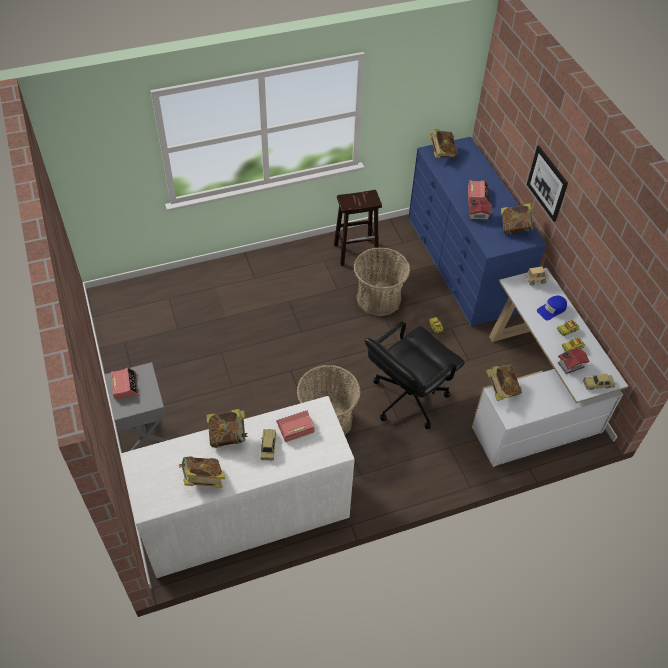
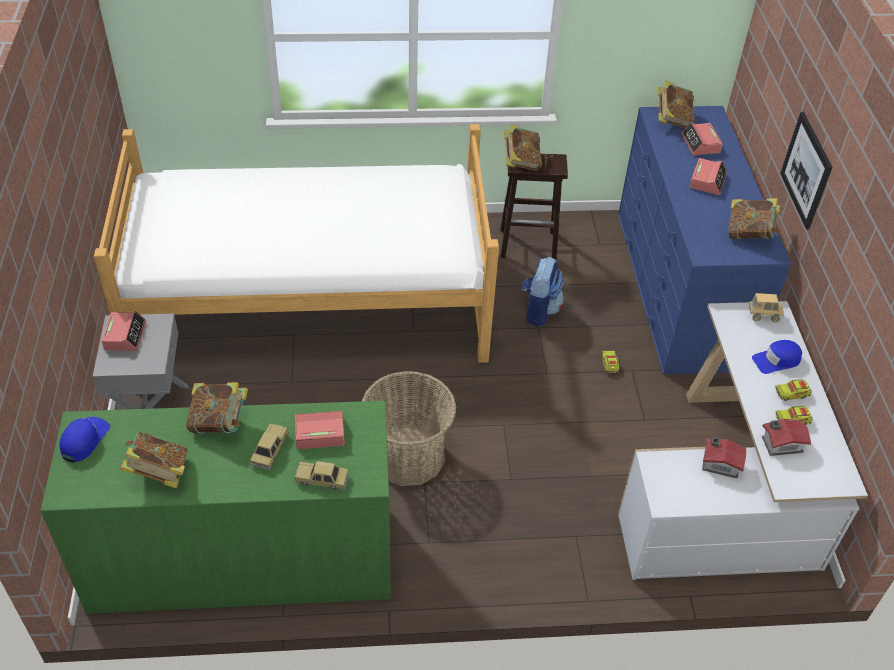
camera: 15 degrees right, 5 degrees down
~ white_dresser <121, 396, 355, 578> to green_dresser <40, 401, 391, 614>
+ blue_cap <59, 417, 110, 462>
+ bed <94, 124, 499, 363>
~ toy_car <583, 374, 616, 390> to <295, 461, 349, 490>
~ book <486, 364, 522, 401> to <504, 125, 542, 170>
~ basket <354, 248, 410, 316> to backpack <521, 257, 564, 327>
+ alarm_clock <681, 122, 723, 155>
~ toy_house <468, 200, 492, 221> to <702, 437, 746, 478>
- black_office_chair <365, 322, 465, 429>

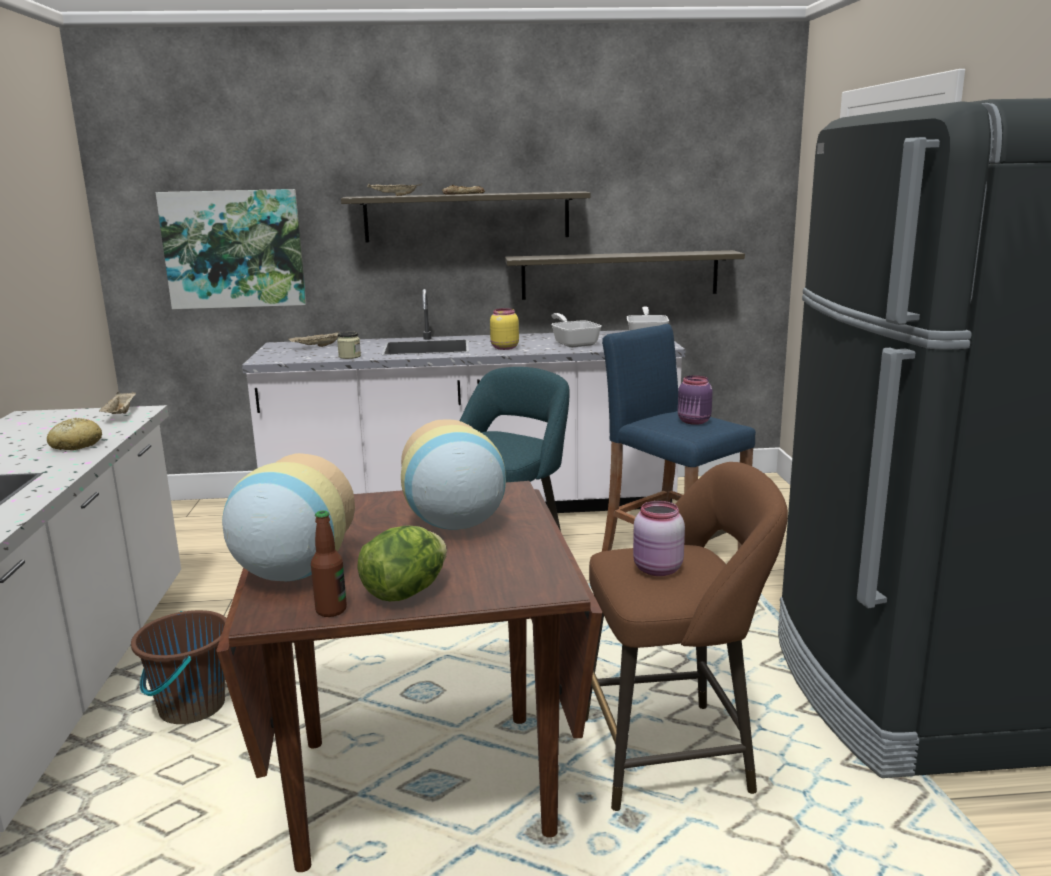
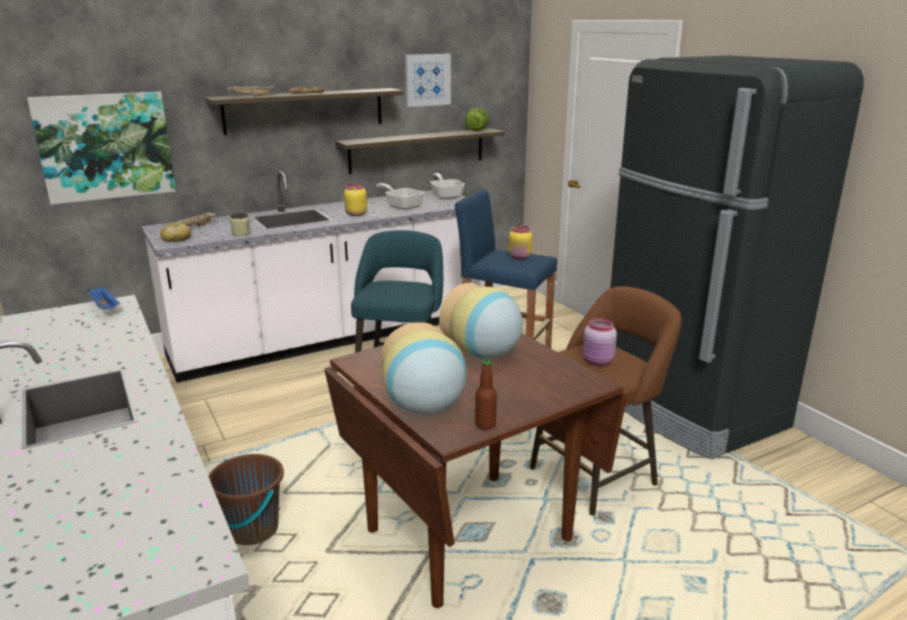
camera: 25 degrees left, 5 degrees up
~ beige_tray <99, 392, 136, 414> to blue_tray <88, 287, 120, 309>
~ bread <47, 418, 102, 450> to <160, 222, 191, 242>
+ picture <405, 54, 451, 107>
~ lettuce <357, 526, 447, 601> to <465, 108, 489, 131>
~ purple_jar <678, 375, 713, 425> to yellow_jar <509, 225, 532, 260>

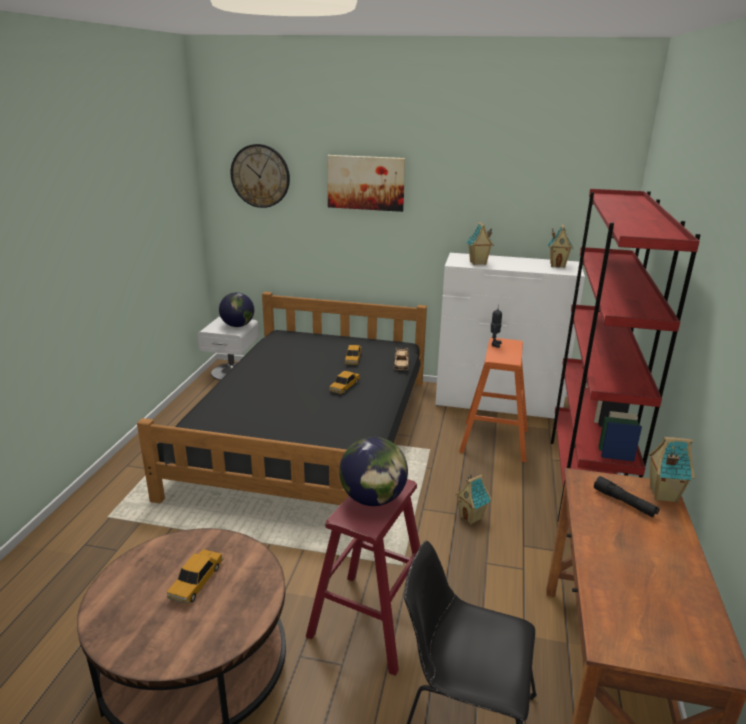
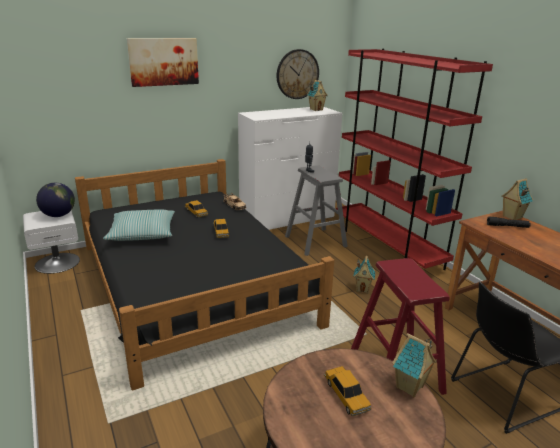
camera: 40 degrees left, 0 degrees up
+ pillow <103, 210, 175, 241>
~ wall_clock <230, 144, 290, 208> to <277, 49, 319, 99>
~ orange_stool <459, 338, 528, 462> to grey_stool <285, 165, 348, 256>
~ toy_house <466, 222, 494, 265> to <392, 333, 436, 397>
- globe <339, 437, 408, 506>

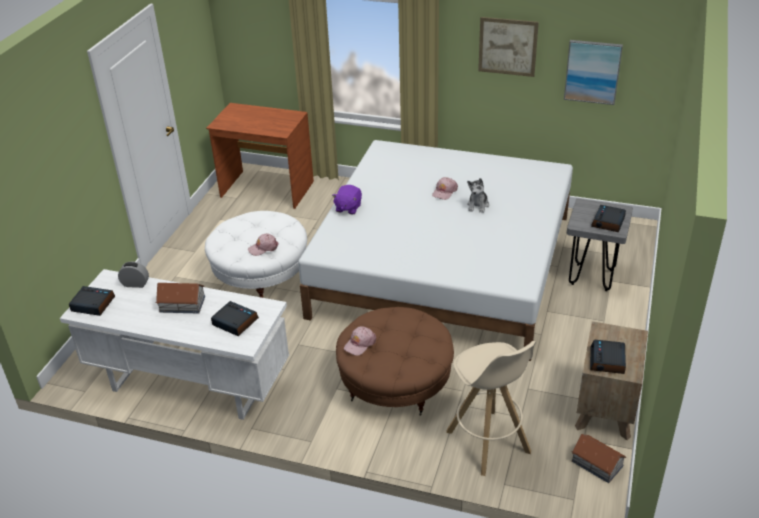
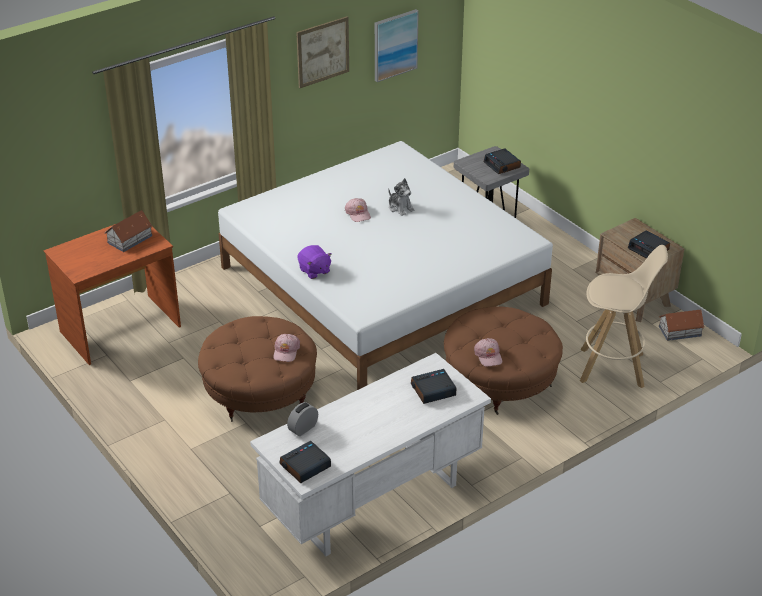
camera: 55 degrees left, 0 degrees up
~ toy_house <156, 283, 205, 314> to <105, 210, 152, 252>
~ white_ottoman <205, 211, 307, 298> to brown_ottoman <198, 316, 317, 422>

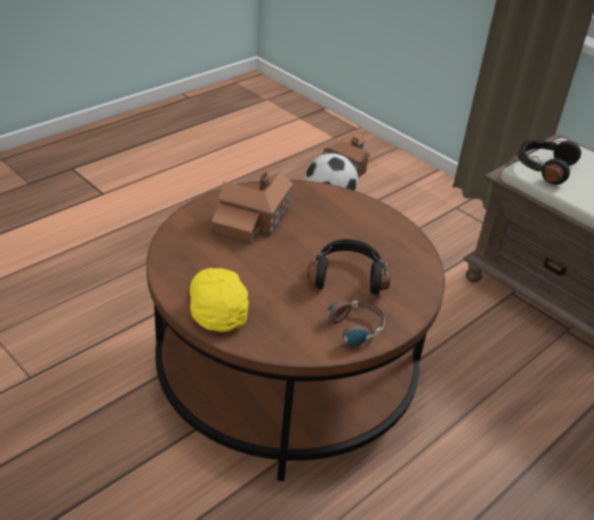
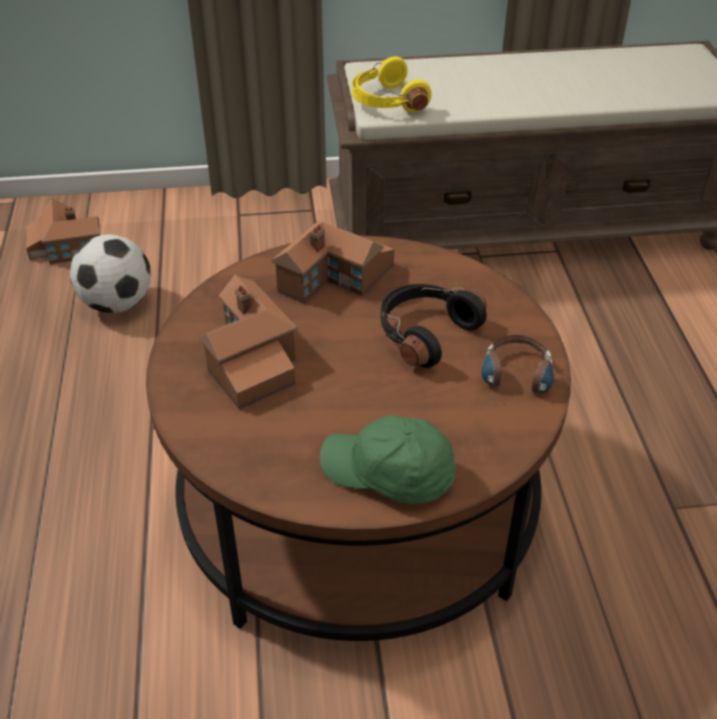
camera: 50 degrees left, 5 degrees up
+ toy_house <272, 221, 394, 303>
~ yellow_cap <190, 268, 249, 332> to green_cap <320, 415, 456, 504>
~ black_headphones <518, 140, 581, 185> to yellow_headphones <352, 56, 432, 112>

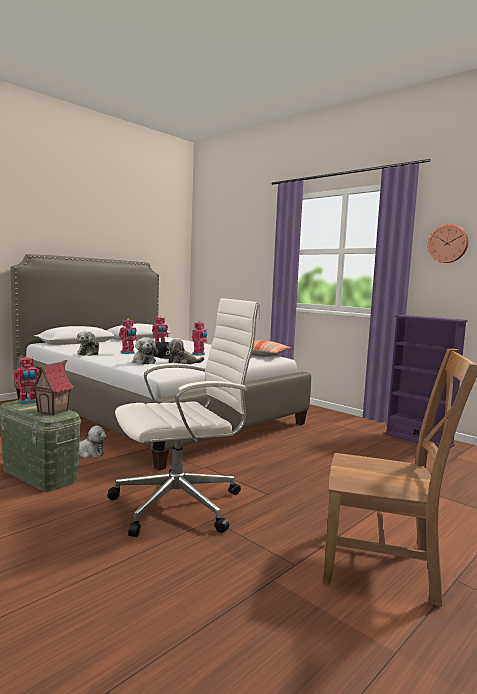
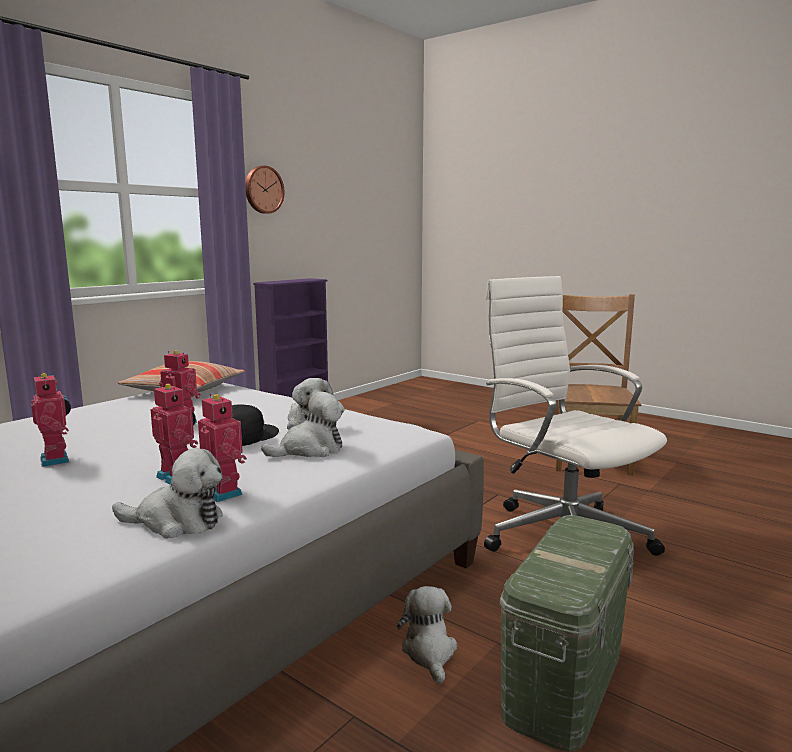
camera: 95 degrees left, 5 degrees up
~ toy_robot <14, 356, 39, 404> to <198, 394, 247, 502>
- toy_house <30, 360, 74, 415>

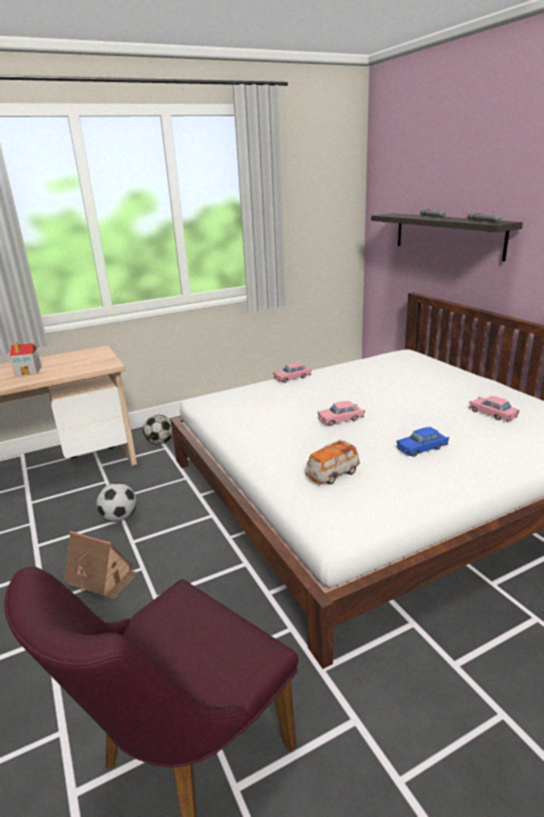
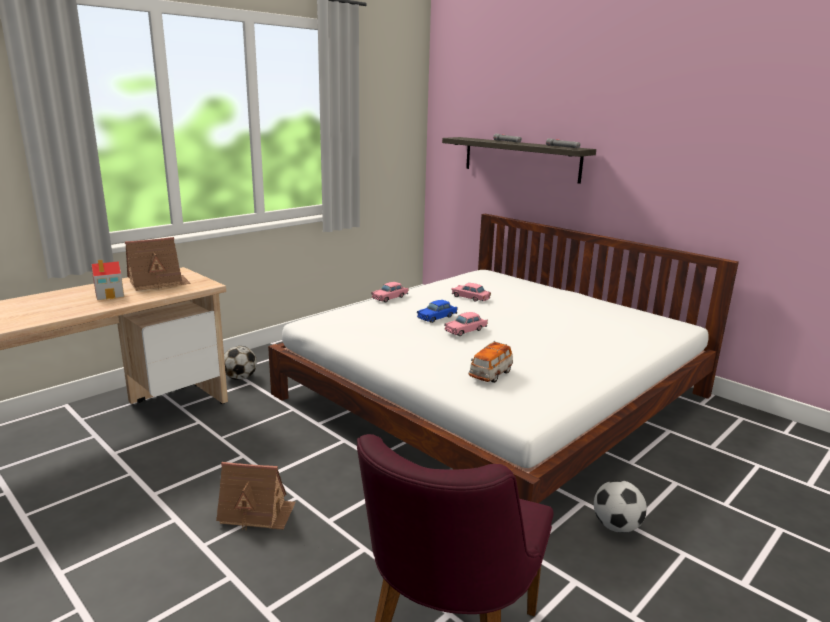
camera: 20 degrees left, 5 degrees down
+ toy_house <125, 237, 191, 291>
~ blue_toy_car <396, 427, 449, 457> to <417, 300, 458, 323>
~ pink_toy_car <469, 396, 519, 421> to <451, 283, 491, 302>
~ football <97, 483, 136, 522> to <594, 480, 647, 533>

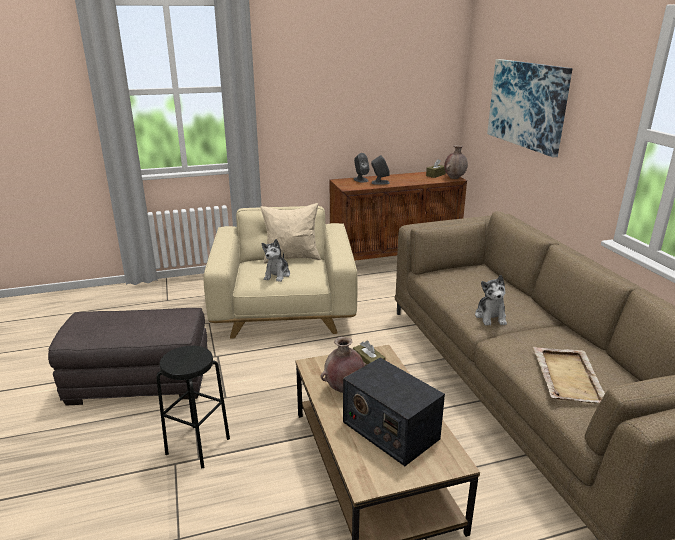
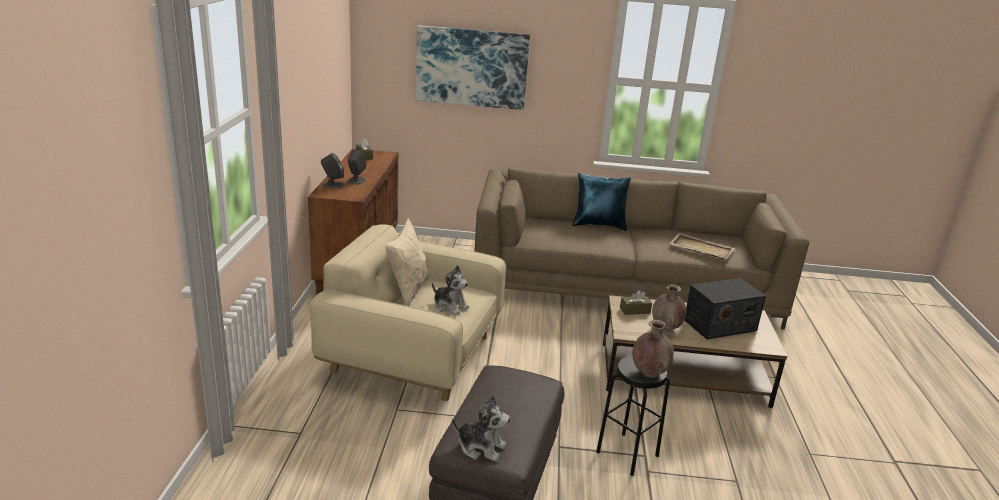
camera: 70 degrees left, 0 degrees up
~ plush_toy <475, 275, 507, 326> to <452, 395, 510, 462>
+ blue_pillow <572, 173, 631, 231>
~ brown_vase <444, 145, 468, 179> to <632, 320, 674, 378>

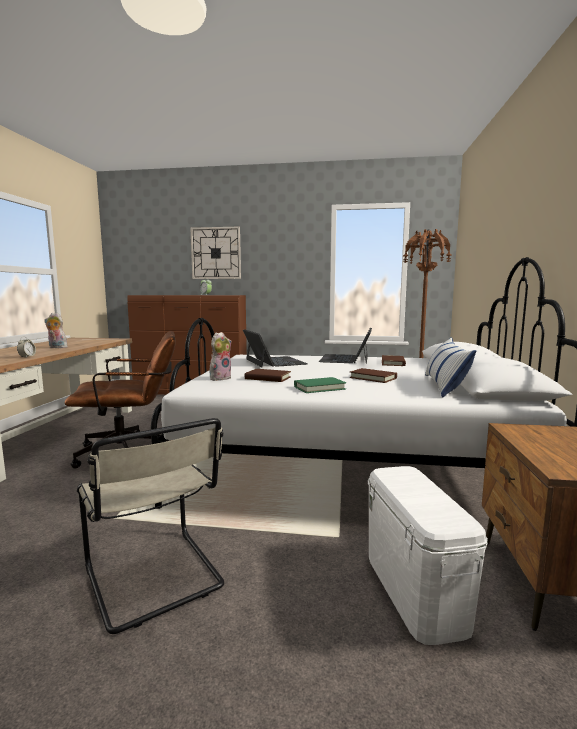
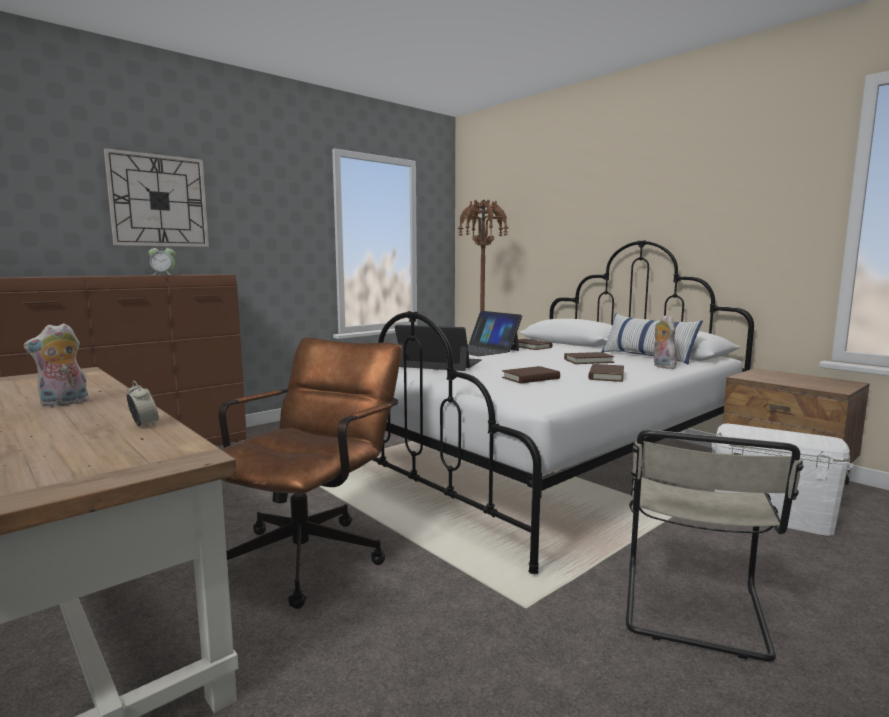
camera: 50 degrees left, 0 degrees up
~ green_book <294, 377, 346, 393> to brown_book <588, 364, 624, 382>
~ beige_chair <77, 418, 224, 634> = <626, 430, 804, 662> 105 degrees clockwise
~ plush_toy <210, 332, 231, 381> to <654, 315, 677, 369>

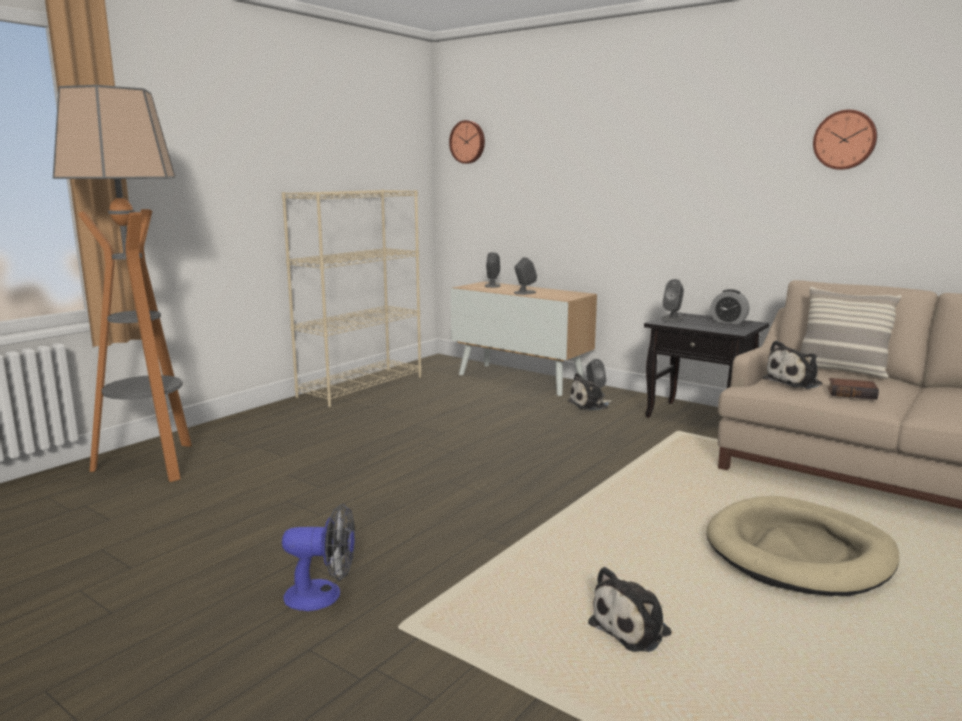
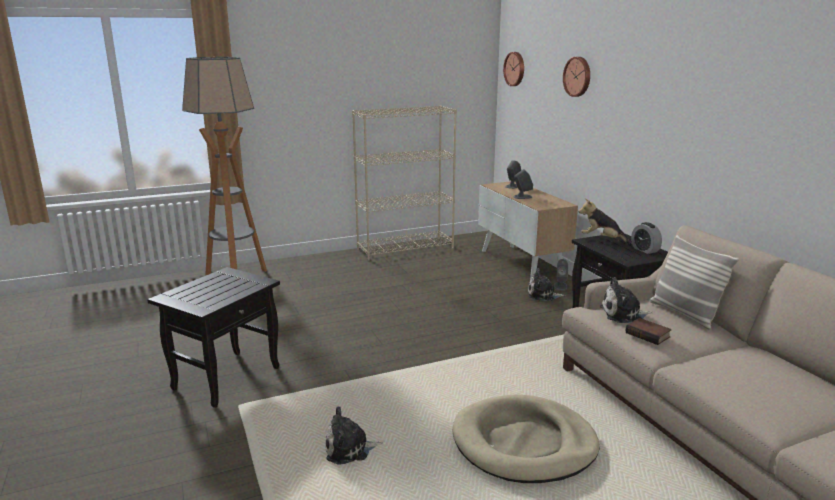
camera: 30 degrees right, 5 degrees up
~ fan <282, 504, 355, 611> to black_side_table <147, 267, 280, 408>
~ wall_clock <813, 110, 877, 170> to <563, 57, 590, 97>
~ grey_speaker <662, 279, 684, 322> to plush_toy <579, 198, 632, 244>

